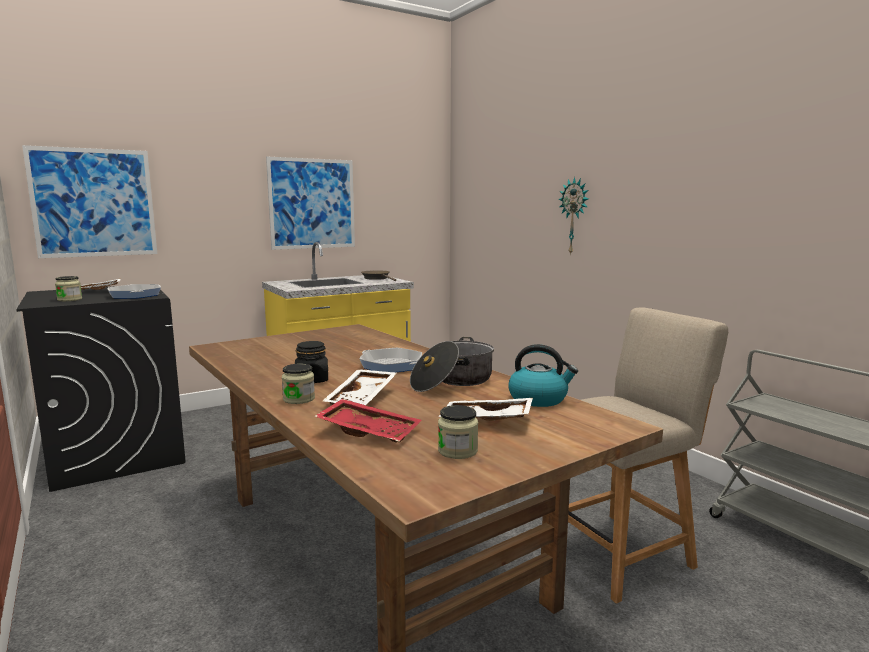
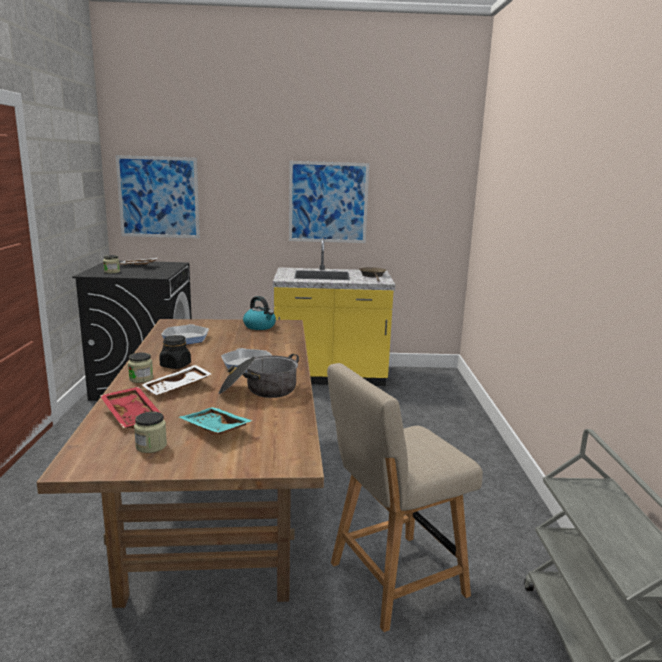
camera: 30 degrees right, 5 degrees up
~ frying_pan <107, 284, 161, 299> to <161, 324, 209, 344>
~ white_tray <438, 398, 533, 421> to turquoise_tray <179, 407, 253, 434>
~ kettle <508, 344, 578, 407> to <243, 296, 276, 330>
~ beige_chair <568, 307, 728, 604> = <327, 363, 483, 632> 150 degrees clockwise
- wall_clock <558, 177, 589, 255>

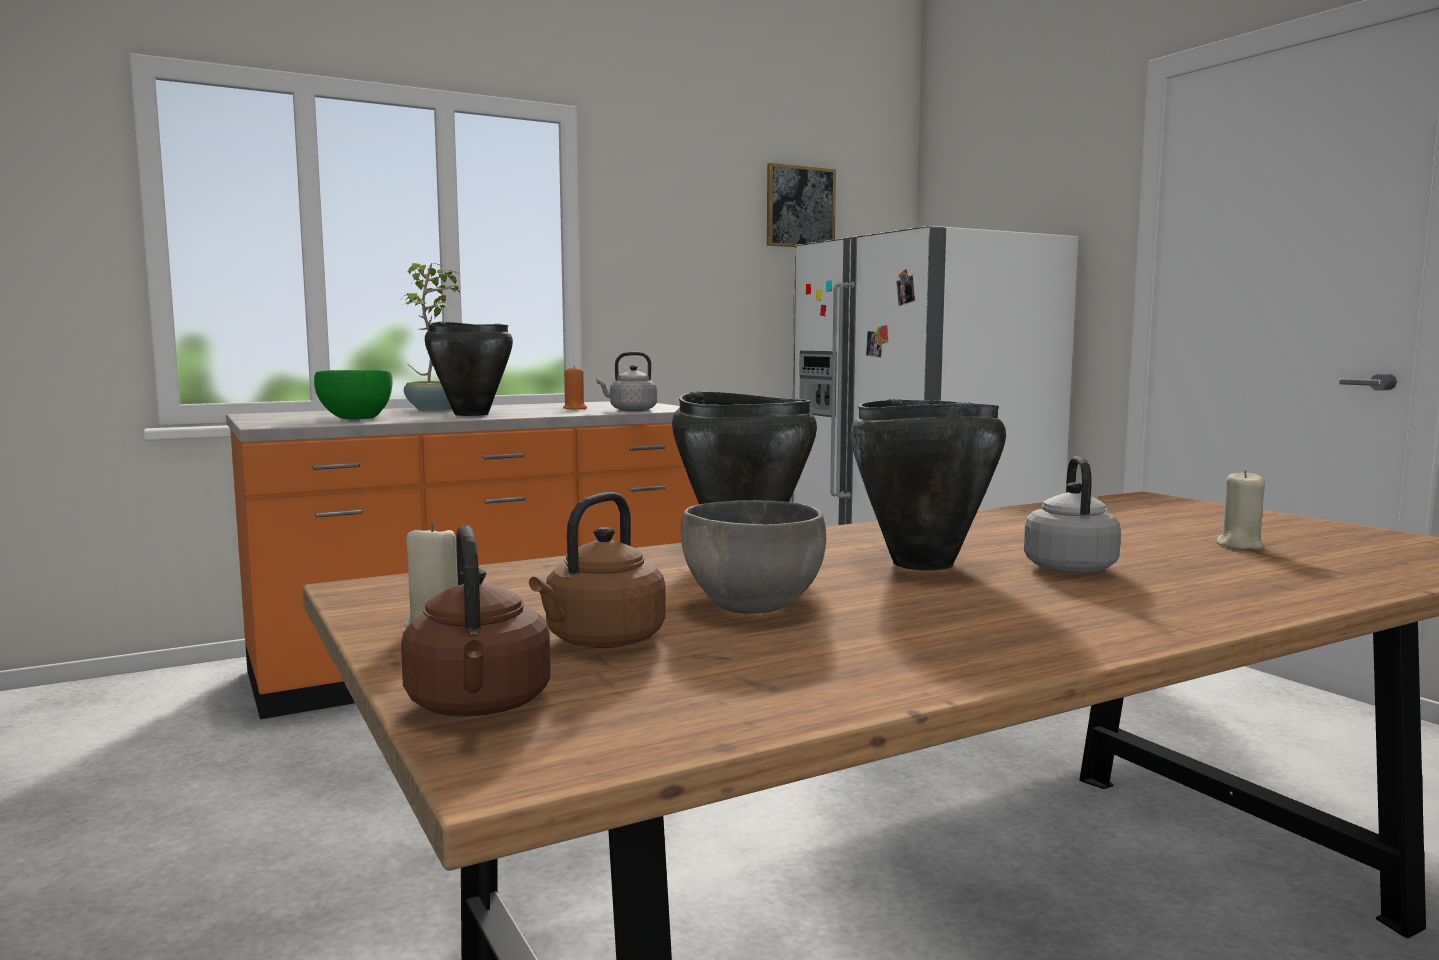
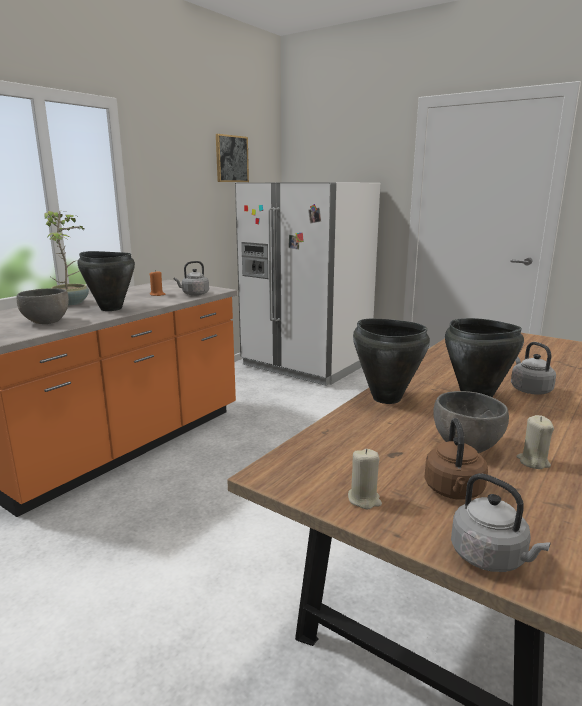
camera: 25 degrees left, 10 degrees up
~ green_bowl <314, 370, 393, 419> to grey_bowl <17, 288, 69, 324>
~ brown_kettle <401, 525, 550, 717> to grey_kettle <451, 473, 551, 572>
~ beige_candle <1216, 470, 1265, 549> to <516, 415, 554, 469>

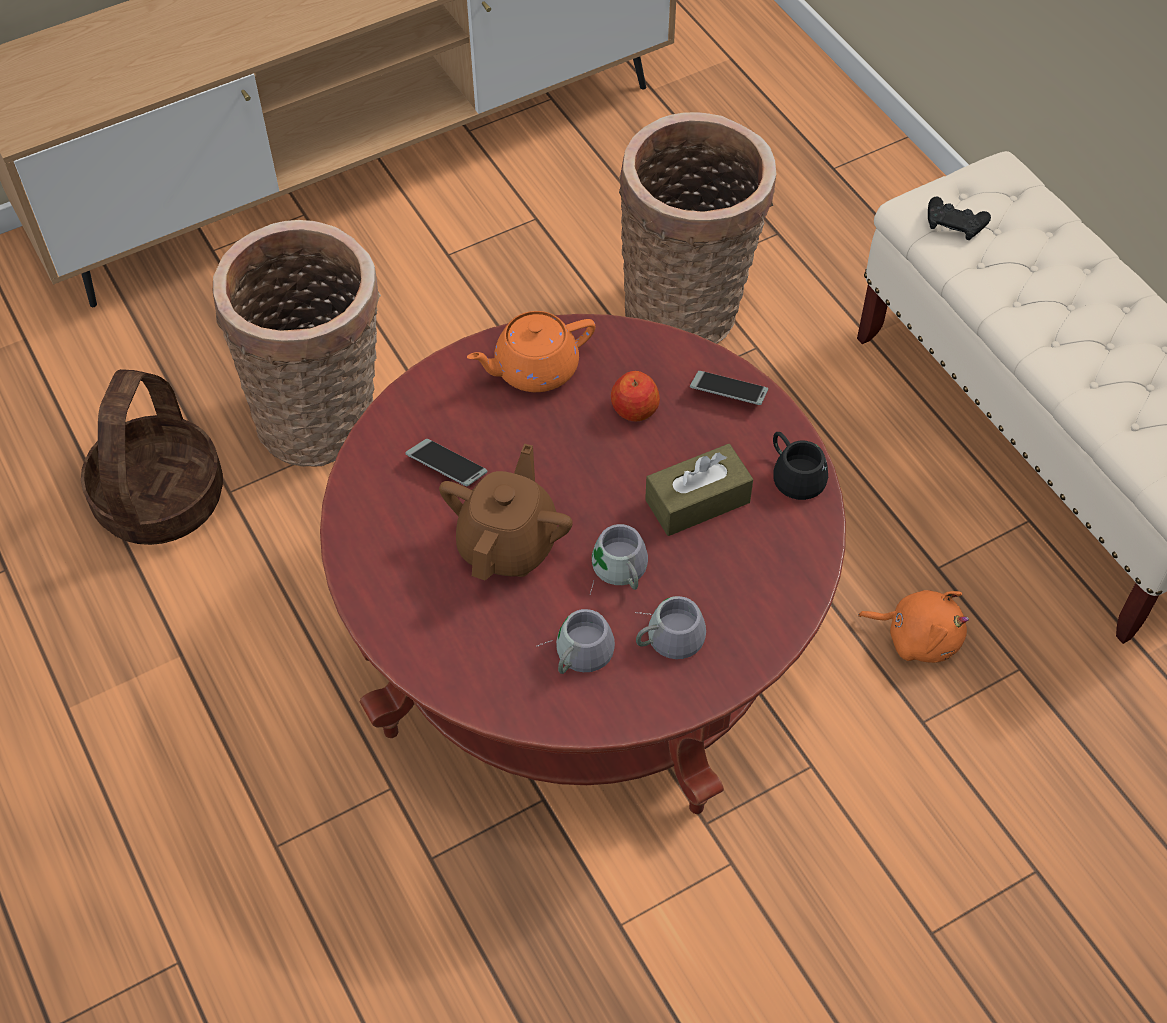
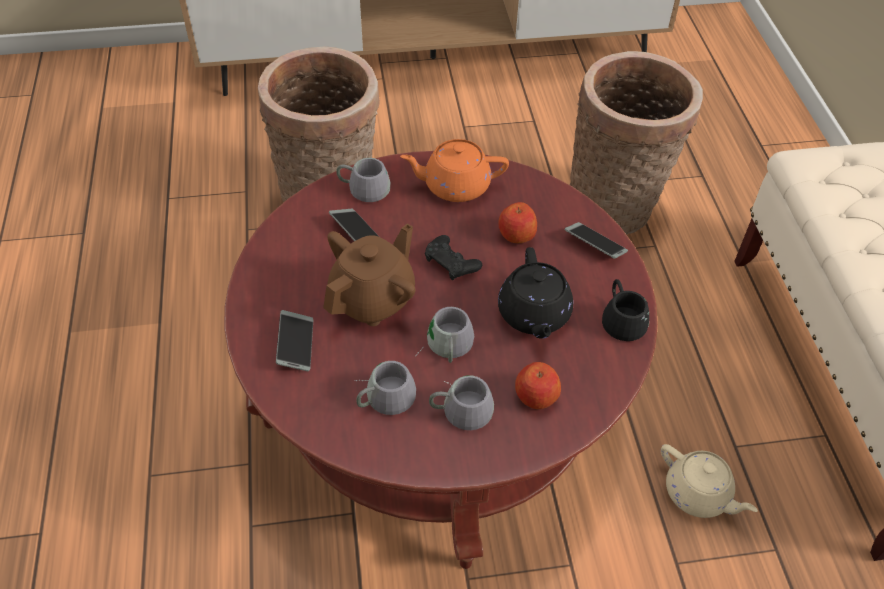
camera: 20 degrees right, 5 degrees down
+ phone <276, 310, 313, 371>
+ grey_mug <336, 158, 390, 202>
~ black_game_controller <928, 197, 991, 240> to <425, 235, 482, 280>
~ brown_tissue_box <645, 444, 753, 536> to black_teapot <498, 247, 573, 339>
+ apple <515, 362, 561, 409>
~ orange_plush_toy <858, 590, 969, 663> to beige_teapot <661, 444, 758, 518>
- basket <81, 369, 223, 545>

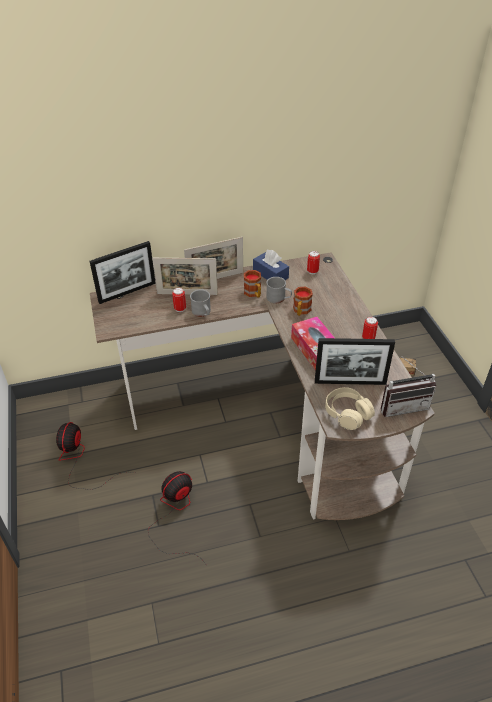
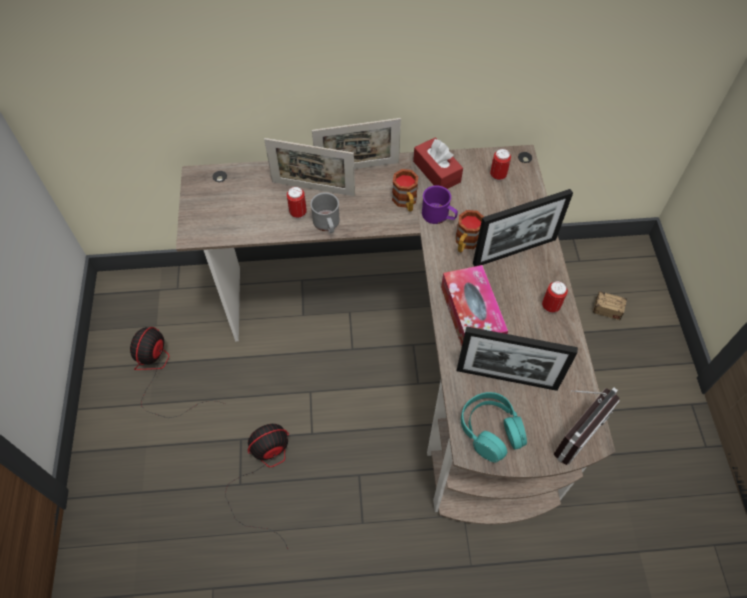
camera: 10 degrees right, 15 degrees up
~ blue_tissue_box <253, 250, 289, 280> to red_tissue_box <413, 137, 463, 189>
~ grey_mug <266, 277, 292, 303> to purple_mug <422, 185, 458, 224>
~ beige_headphones <325, 387, 375, 430> to turquoise_headphones <461, 392, 527, 462>
~ picture_frame <90, 241, 156, 304> to <473, 189, 573, 267>
~ radio <381, 358, 436, 417> = <554, 387, 620, 465> 45 degrees counterclockwise

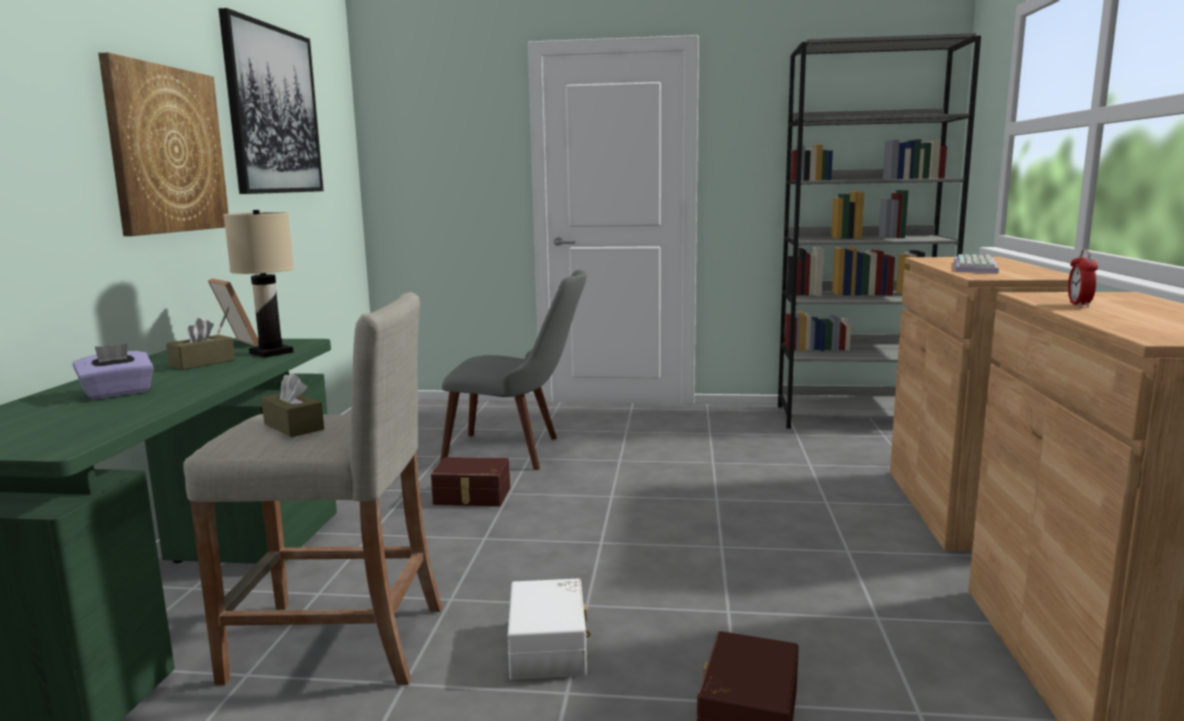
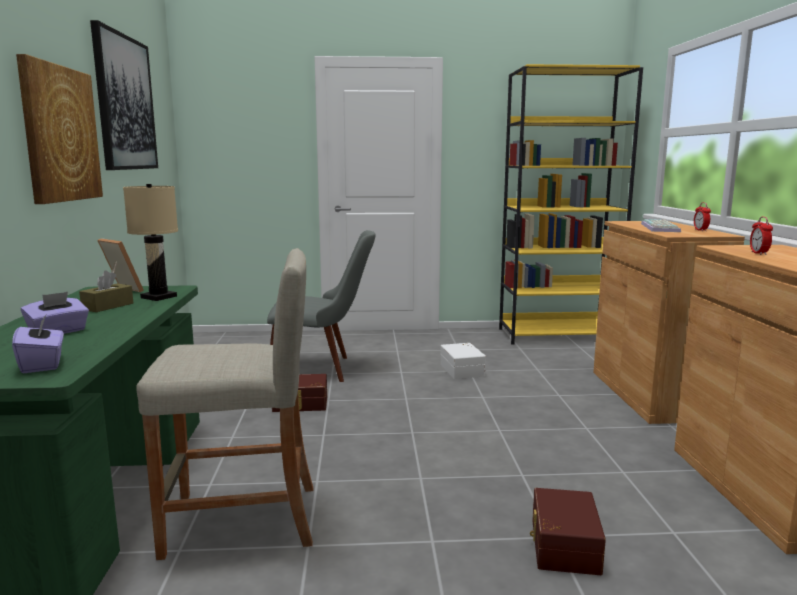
camera: 10 degrees left, 0 degrees up
+ purple_tissue_box <12, 315, 64, 373>
~ white_storage_box <508, 578, 591, 680> to <440, 343, 486, 379>
~ grey_bookcase <778, 33, 981, 429> to yellow_bookcase <499, 64, 643, 345>
+ alarm_clock <694, 202, 711, 231>
- brown_tissue_box <261, 372, 324, 437>

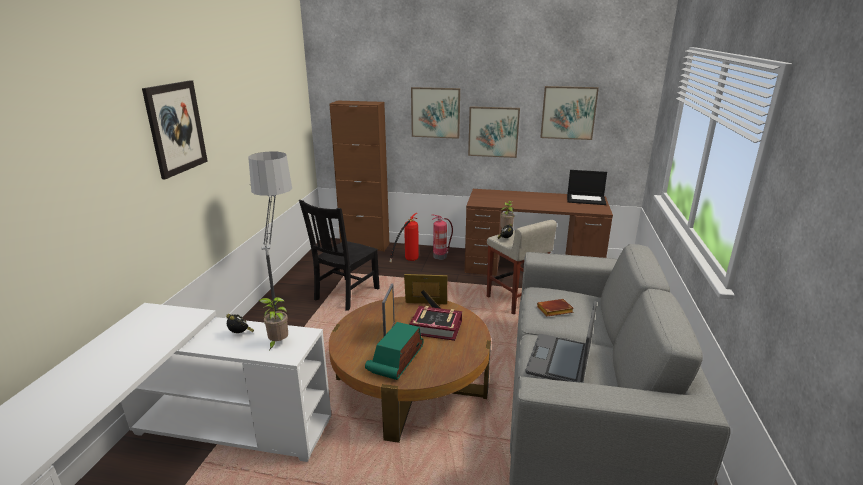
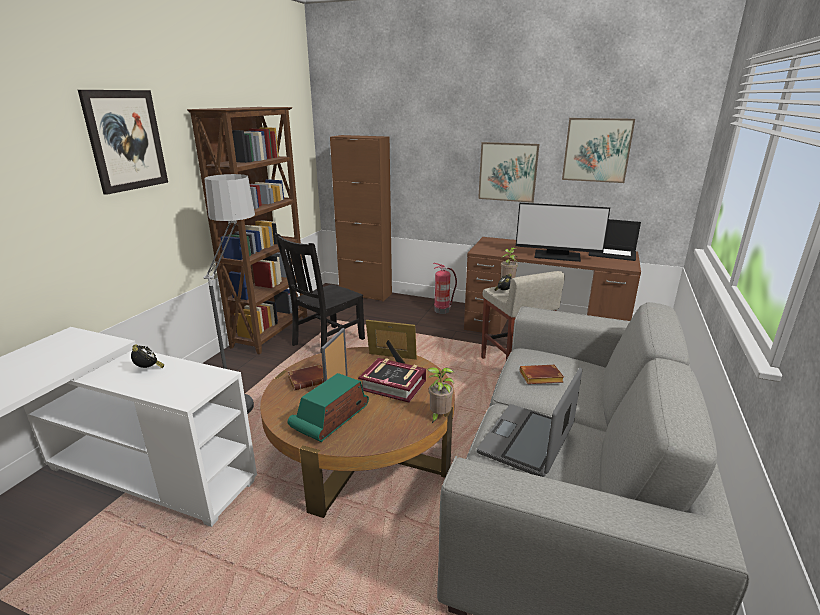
camera: 10 degrees right, 0 degrees up
+ brown_bookcase <187, 107, 307, 354>
+ brown_book <288, 364, 324, 391>
~ potted_plant <259, 297, 288, 350> to <427, 367, 454, 423>
+ monitor <516, 203, 610, 262>
- fire_extinguisher <390, 213, 419, 263>
- picture <411, 87, 460, 139>

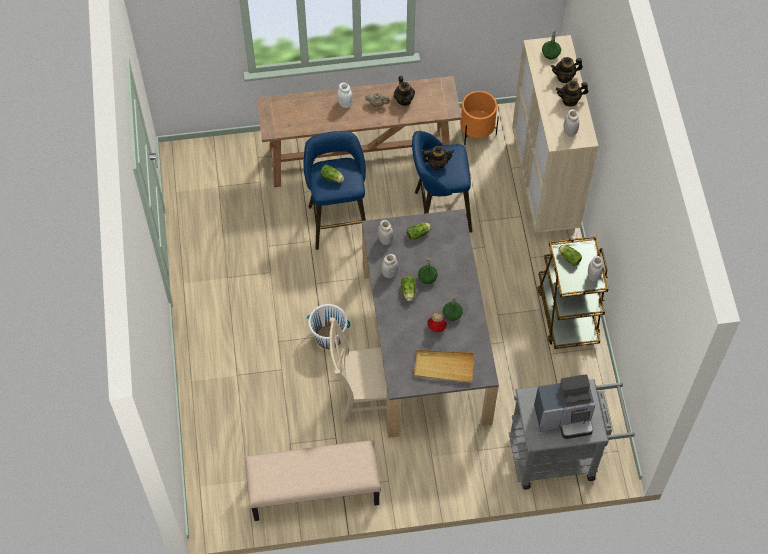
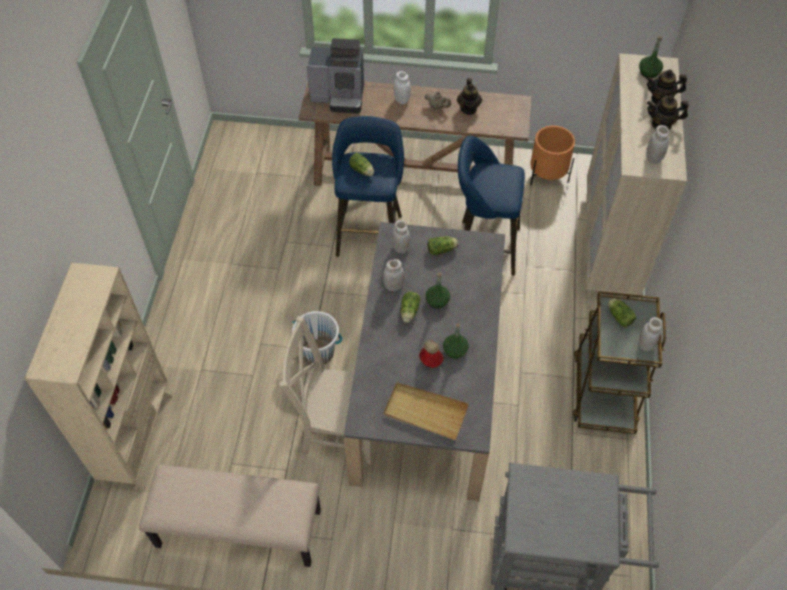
camera: 15 degrees right, 5 degrees down
+ beige_bookcase <24, 262, 173, 491>
~ coffee_machine <534, 374, 596, 439> to <307, 38, 364, 113>
- teapot <423, 146, 454, 170>

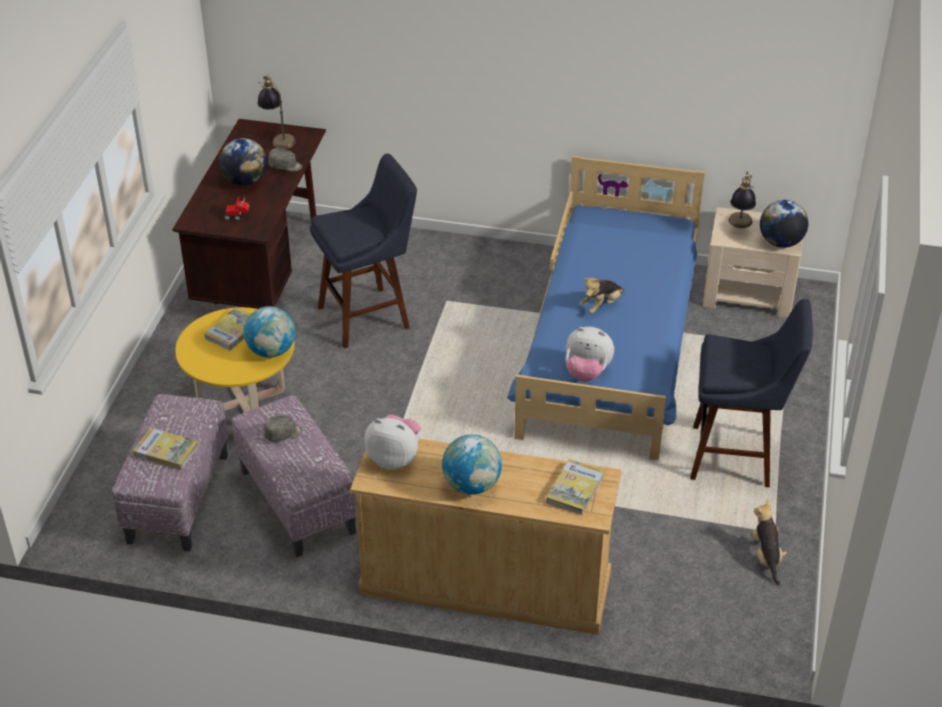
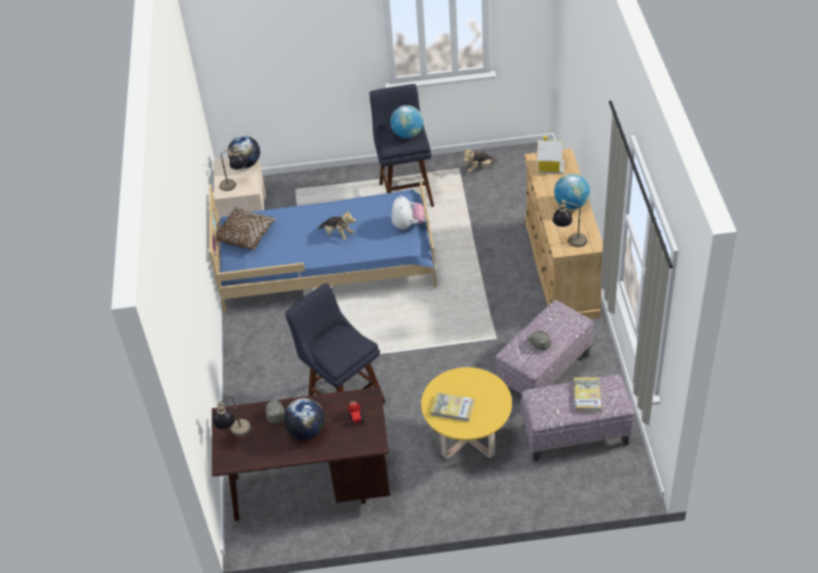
camera: 105 degrees left, 5 degrees up
+ brown_pillow <215, 207, 277, 250>
~ globe <244, 306, 295, 358> to <390, 105, 423, 138>
~ book <546, 459, 605, 515> to toy_house <537, 136, 564, 174>
~ plush_toy <364, 414, 421, 469> to table_lamp <553, 200, 587, 247>

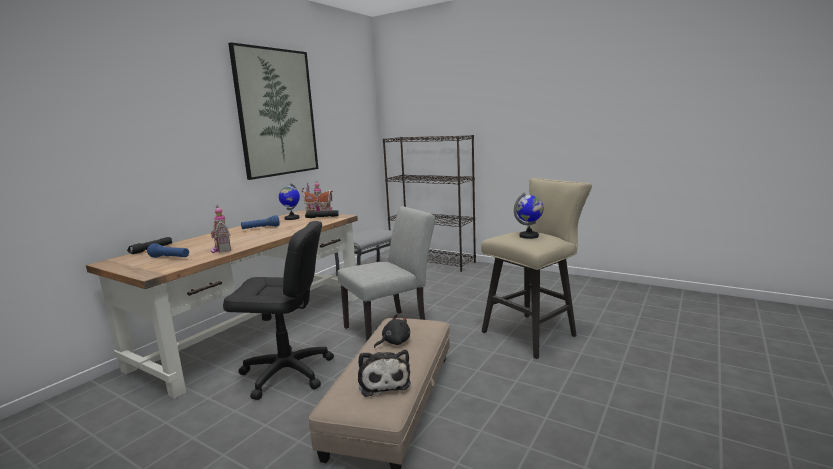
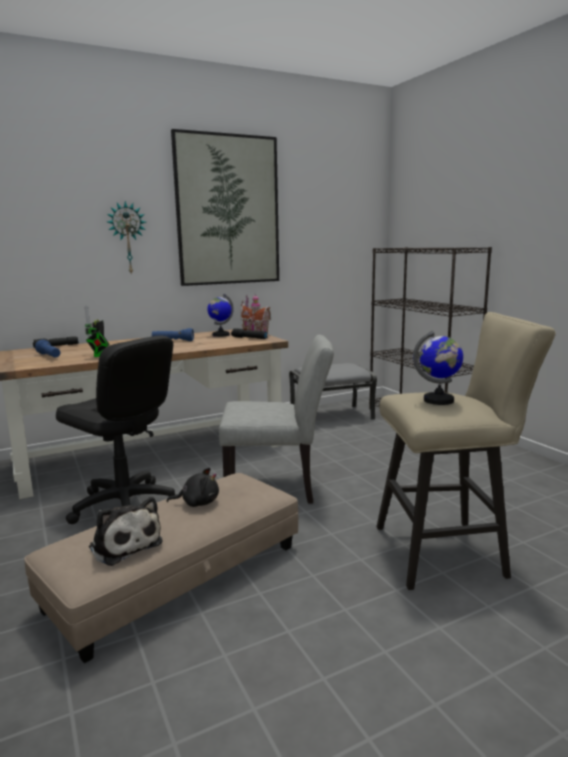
camera: 30 degrees right, 0 degrees up
~ toy_house <210, 205, 231, 253> to toy_robot <84, 305, 110, 357>
~ plush_toy <358, 350, 411, 397> = <89, 497, 163, 566> 60 degrees counterclockwise
+ wall_clock <107, 201, 146, 275>

